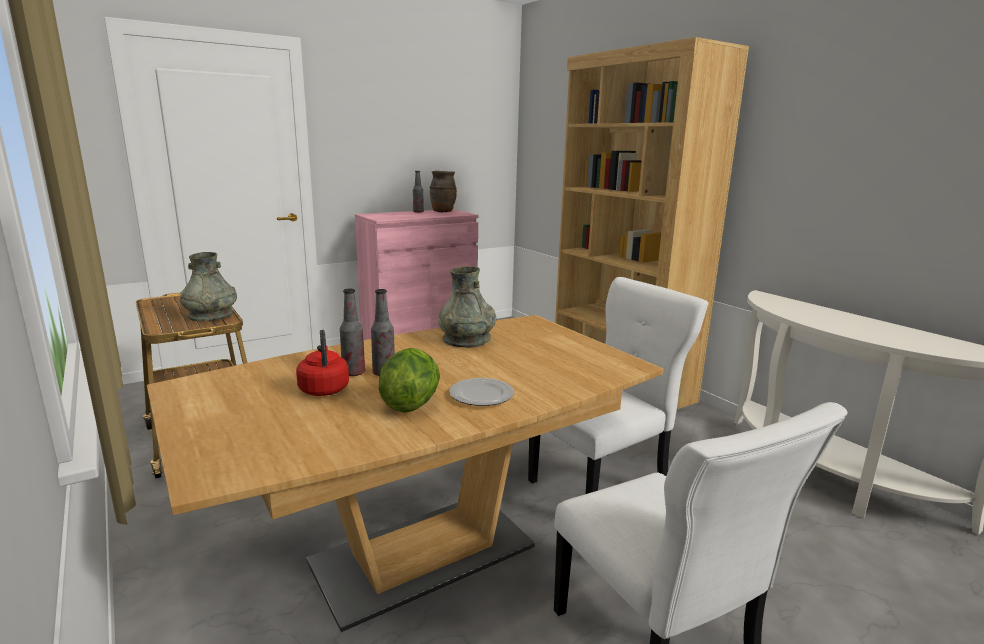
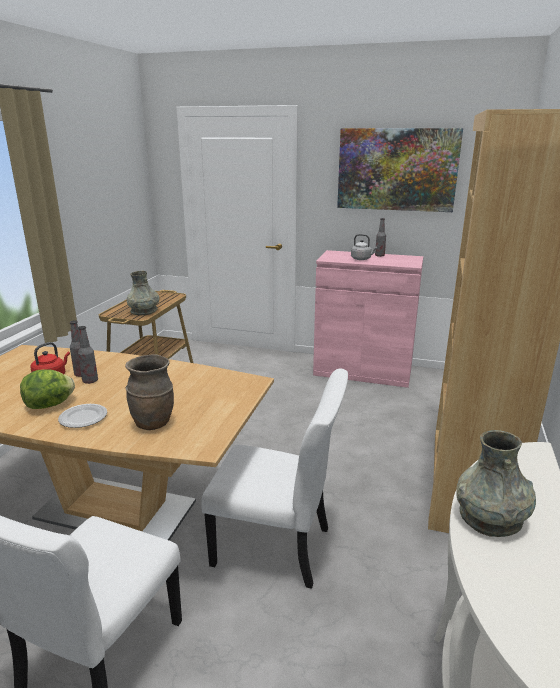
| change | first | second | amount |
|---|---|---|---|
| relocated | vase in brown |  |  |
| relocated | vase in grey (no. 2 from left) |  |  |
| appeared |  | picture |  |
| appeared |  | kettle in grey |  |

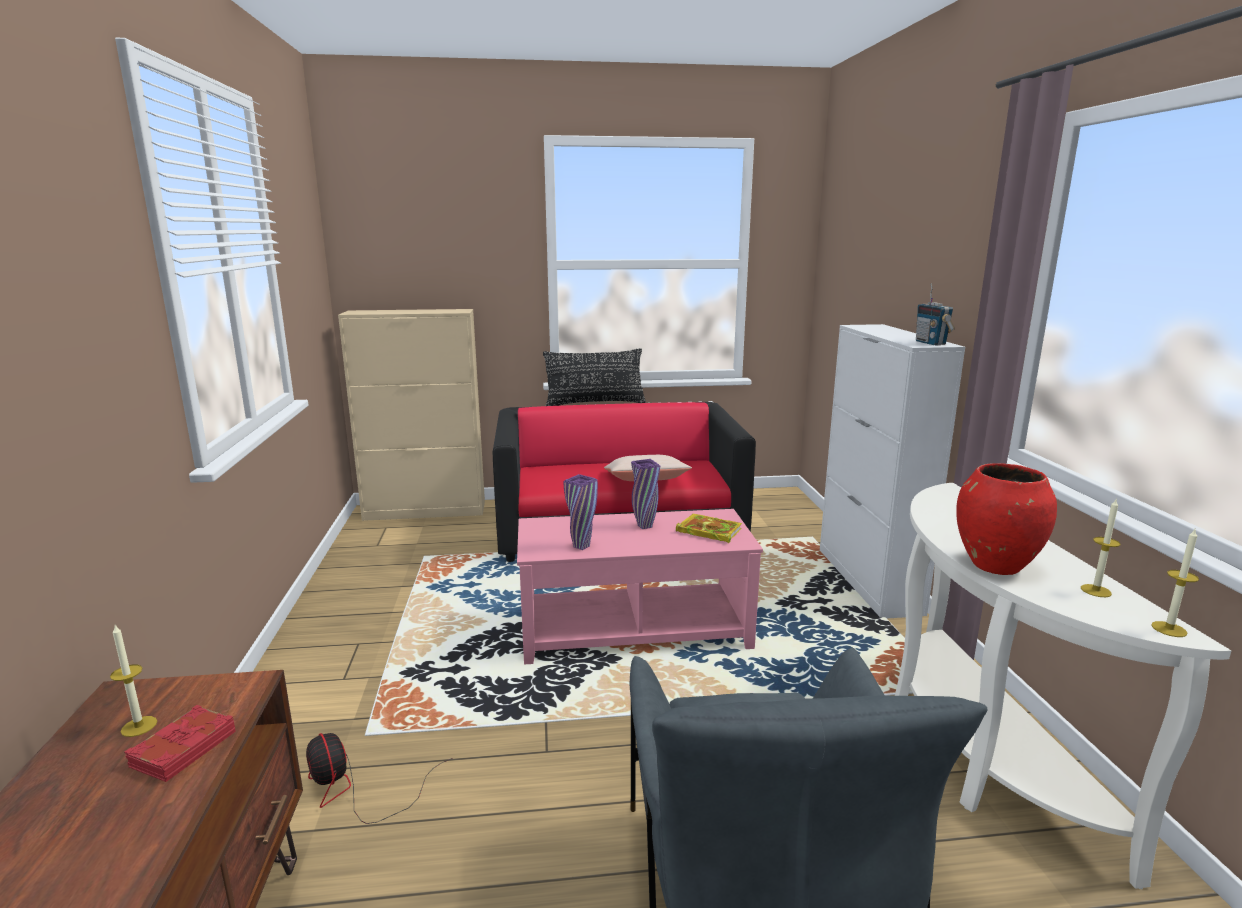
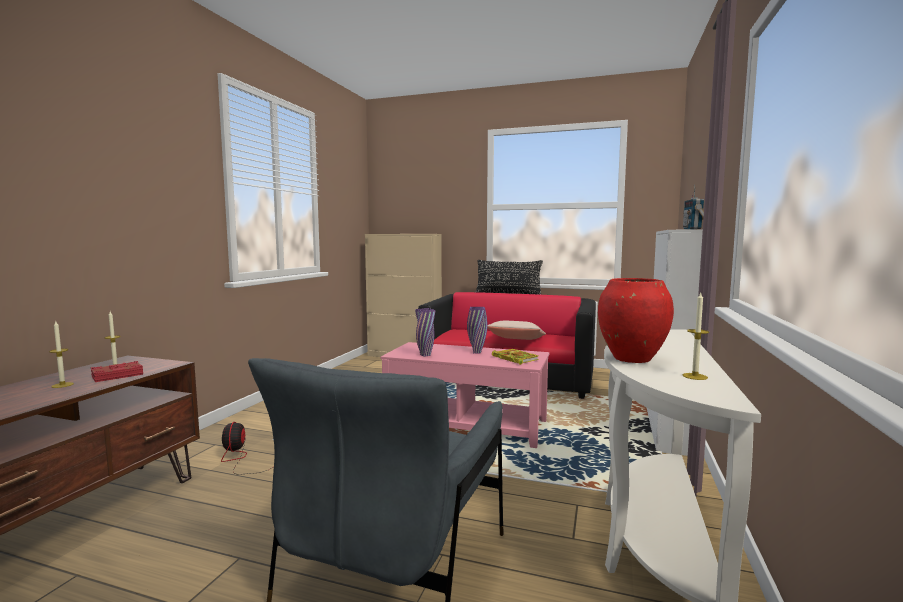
| change | first | second | amount |
|---|---|---|---|
| relocated | candle (no. 3 from left in the first image) | candle (no. 1 from left) |  |

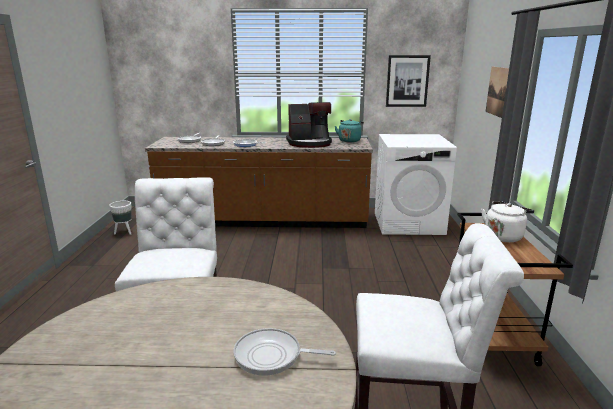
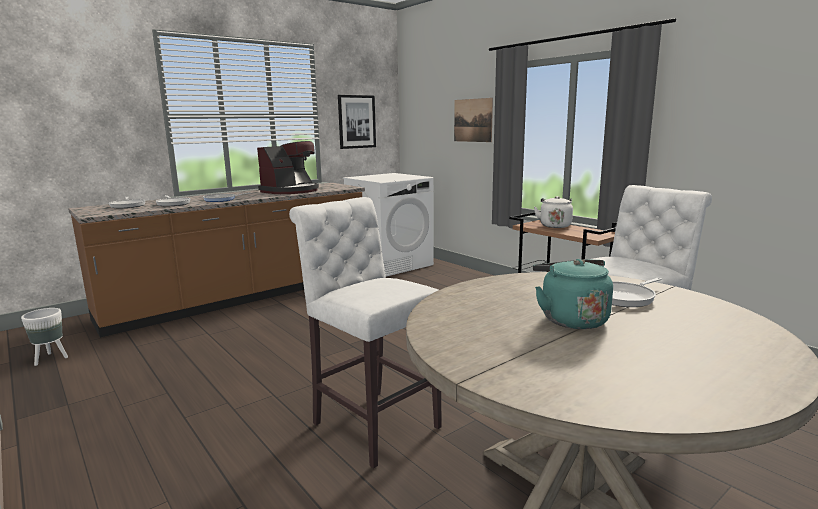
| change | first | second | amount |
|---|---|---|---|
| relocated | kettle in turquoise |  |  |

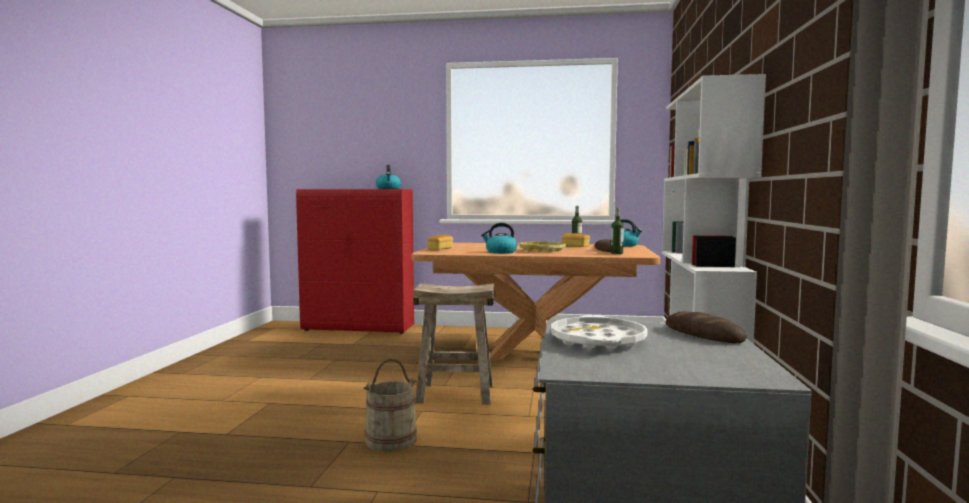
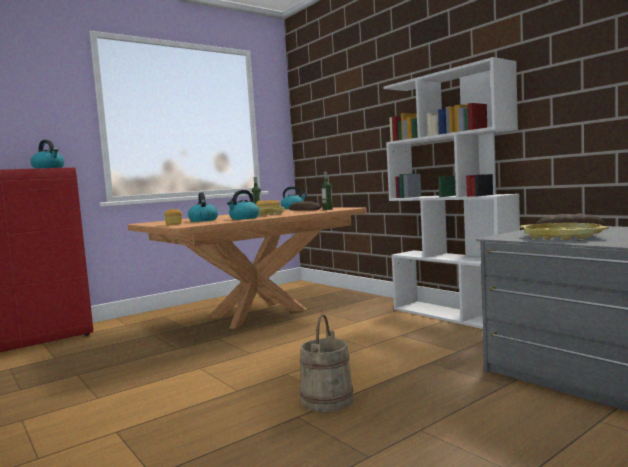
| change | first | second | amount |
|---|---|---|---|
| missing | stool in beige |  |  |
| colour | tray in white | tray in yellow (no. 2 from left) |  |
| appeared |  | kettle (no. 2 from left) |  |

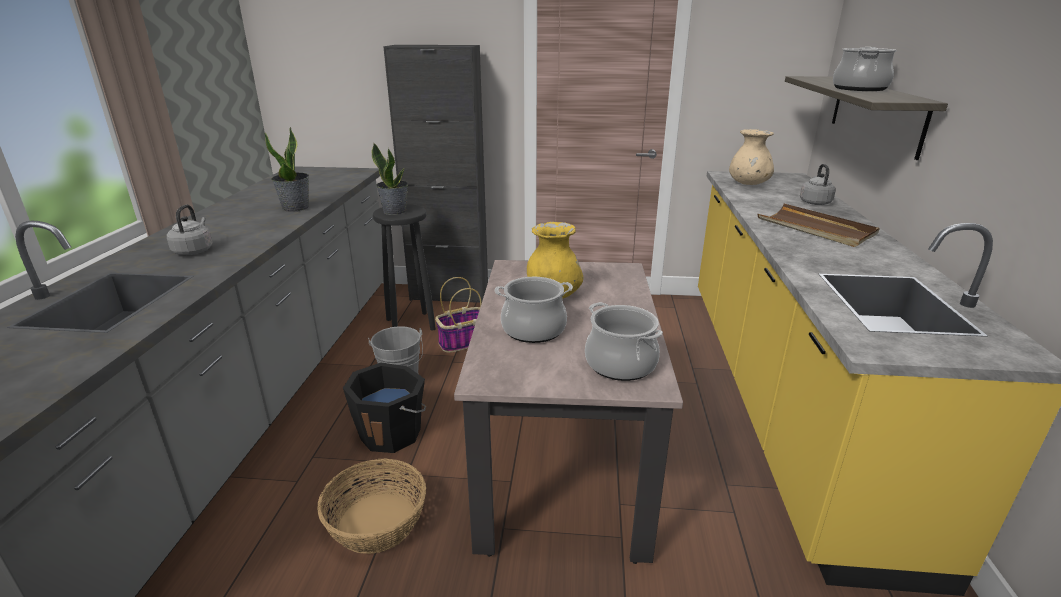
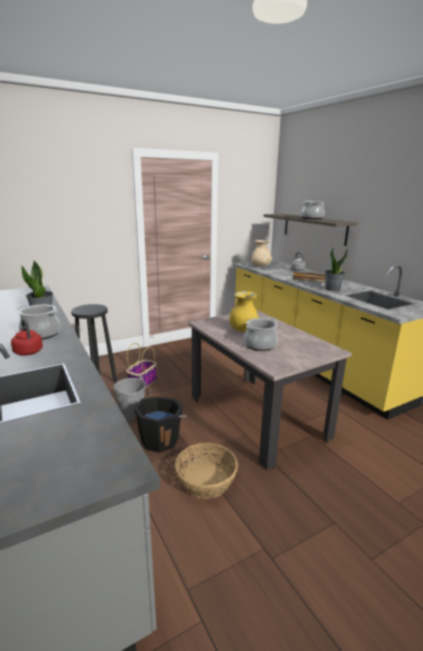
| change | first | second | amount |
|---|---|---|---|
| colour | kettle in grey (no. 1 from left) | kettle in red |  |
| relocated | potted plant (no. 2 from left) |  |  |
| missing | cabinet in black |  |  |
| relocated | cooking pot (no. 2 from left in the first image) | cooking pot (no. 1 from left) |  |

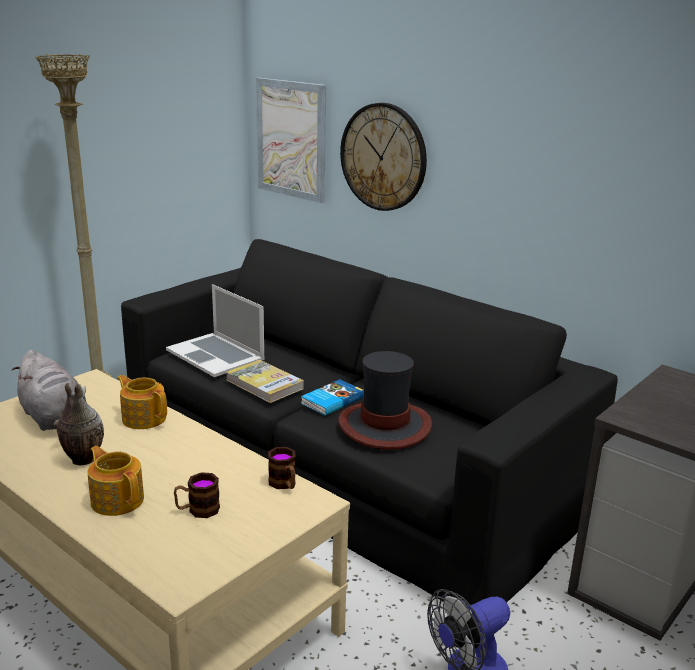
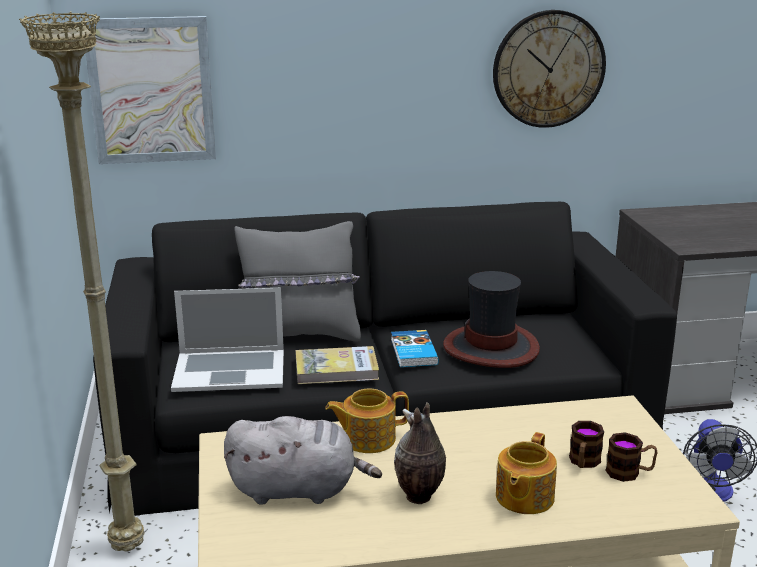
| change | first | second | amount |
|---|---|---|---|
| spun | teapot (no. 1 from left in the first image) | teapot (no. 2 from left) | 60 degrees counterclockwise |
| relocated | mug (no. 2 from left) |  |  |
| relocated | wall clock |  |  |
| appeared |  | pillow in grey |  |

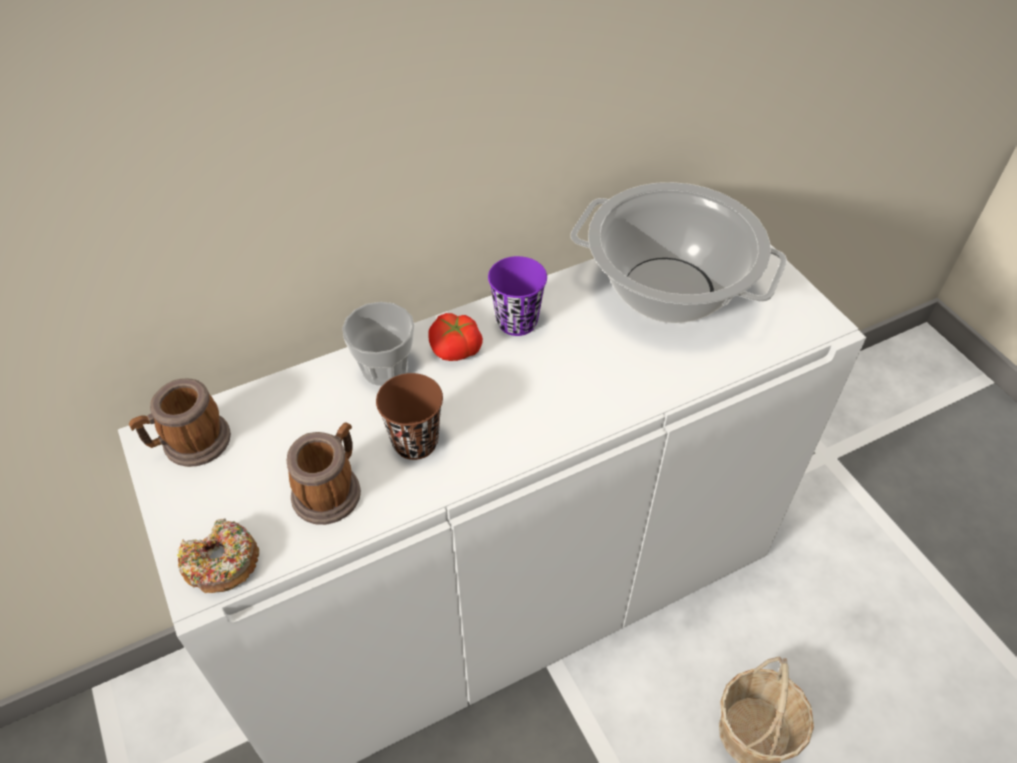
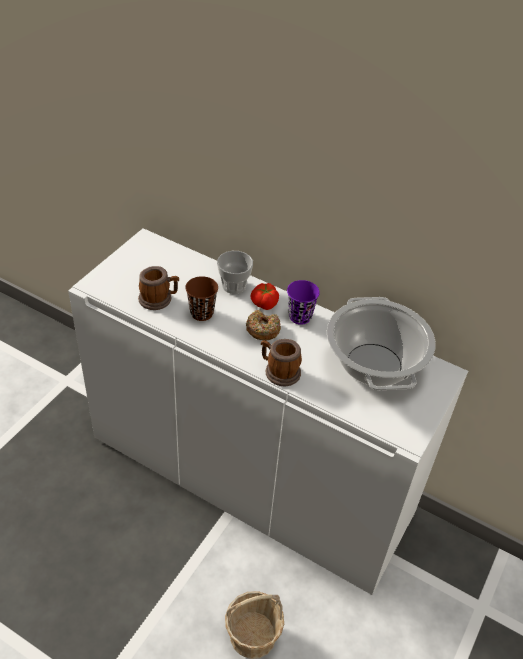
| change | first | second | amount |
|---|---|---|---|
| relocated | mug (no. 1 from left in the first image) | mug (no. 2 from left) |  |
| relocated | donut |  |  |

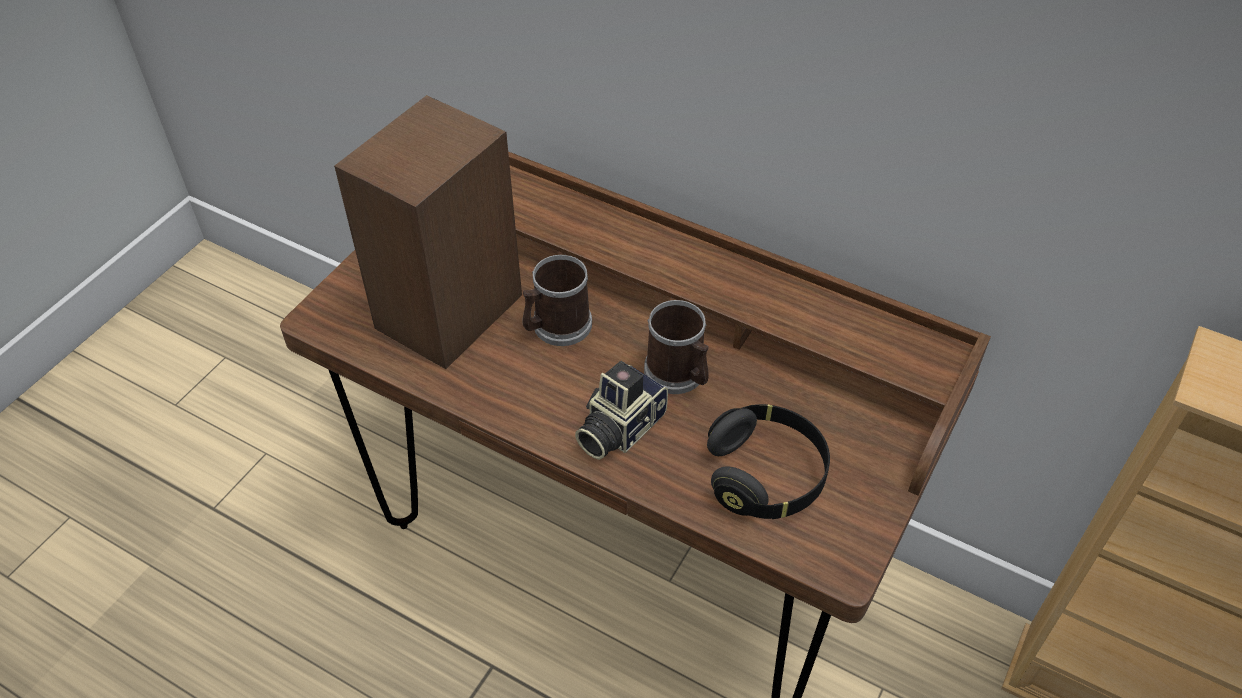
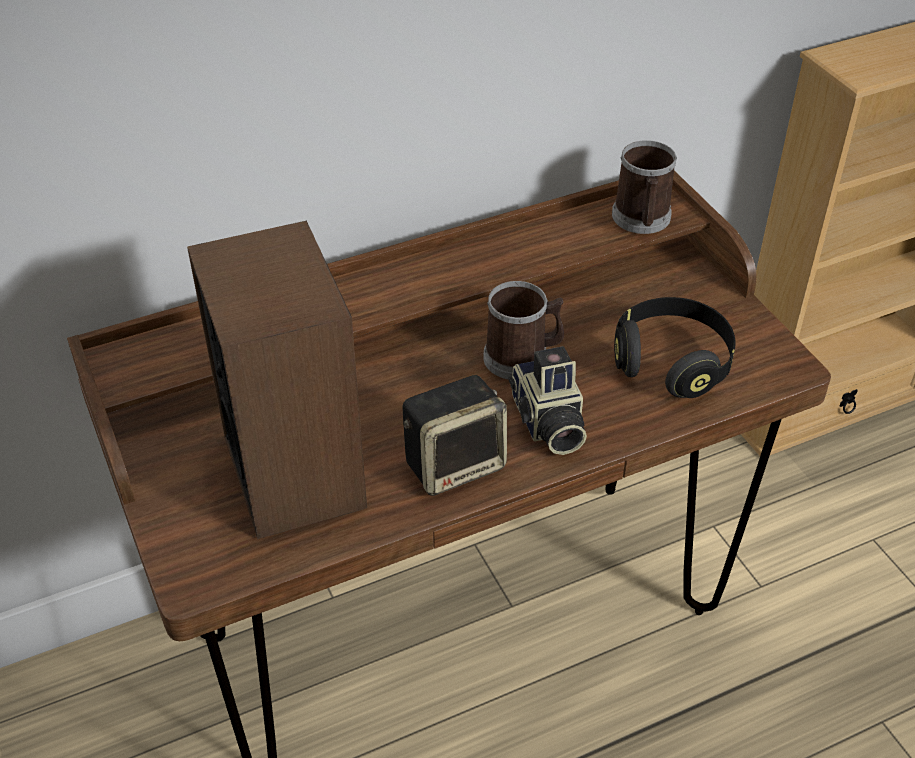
| change | first | second | amount |
|---|---|---|---|
| relocated | mug (no. 1 from left in the first image) | mug (no. 2 from left) |  |
| appeared |  | speaker (no. 2 from left) |  |

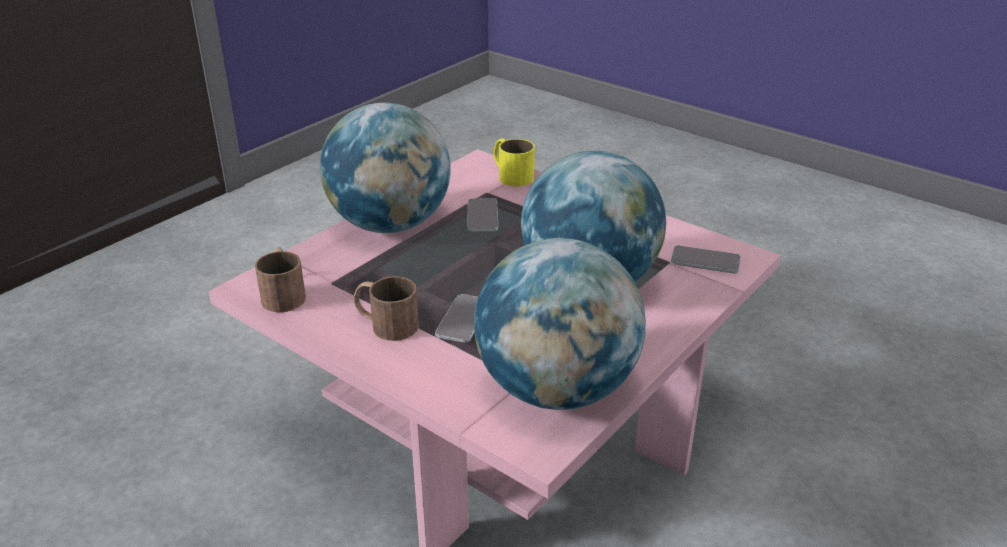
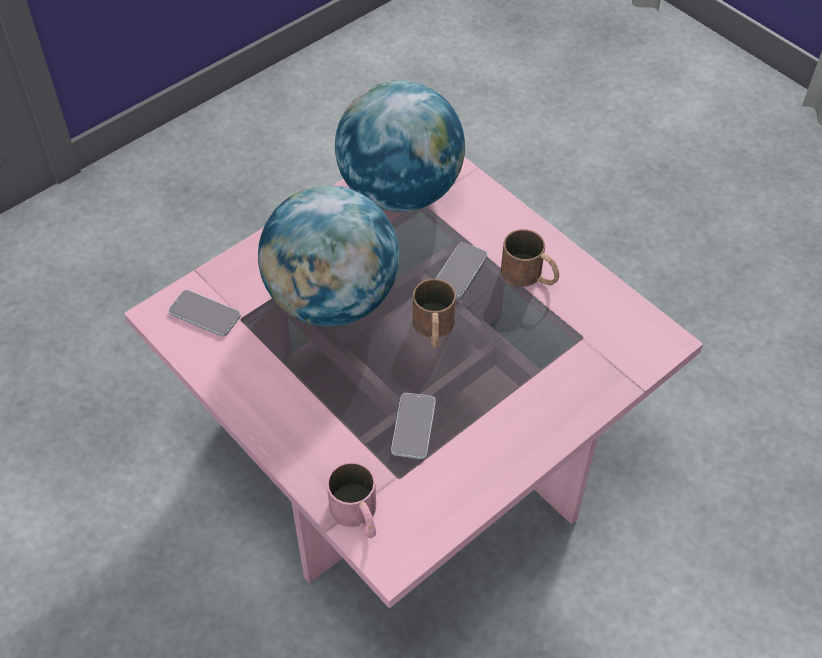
| change | first | second | amount |
|---|---|---|---|
| relocated | mug in brown (no. 1 from left) |  |  |
| missing | globe (no. 1 from left) |  |  |
| colour | mug in yellow | mug in pink |  |

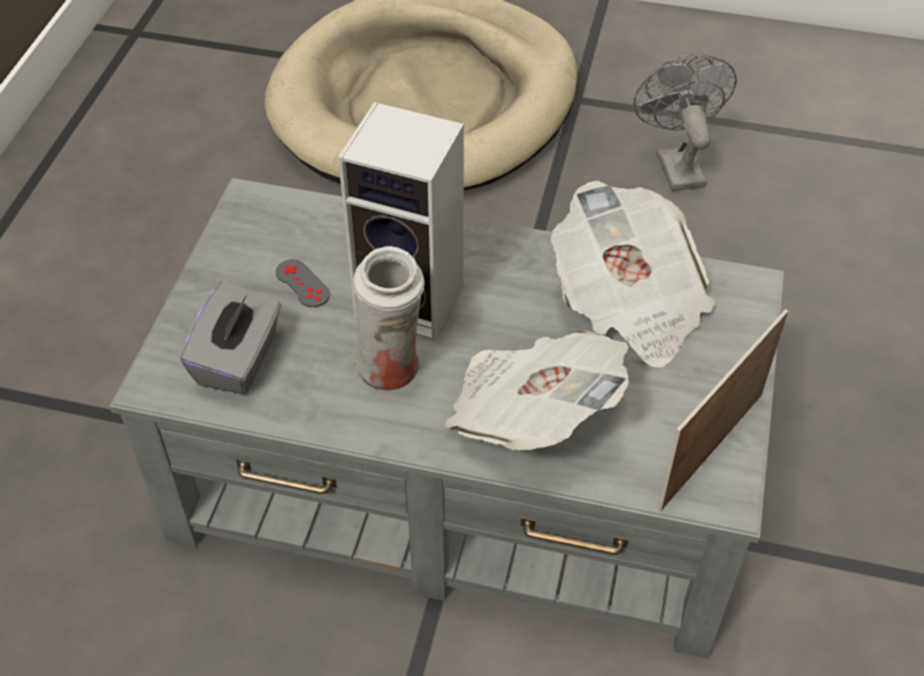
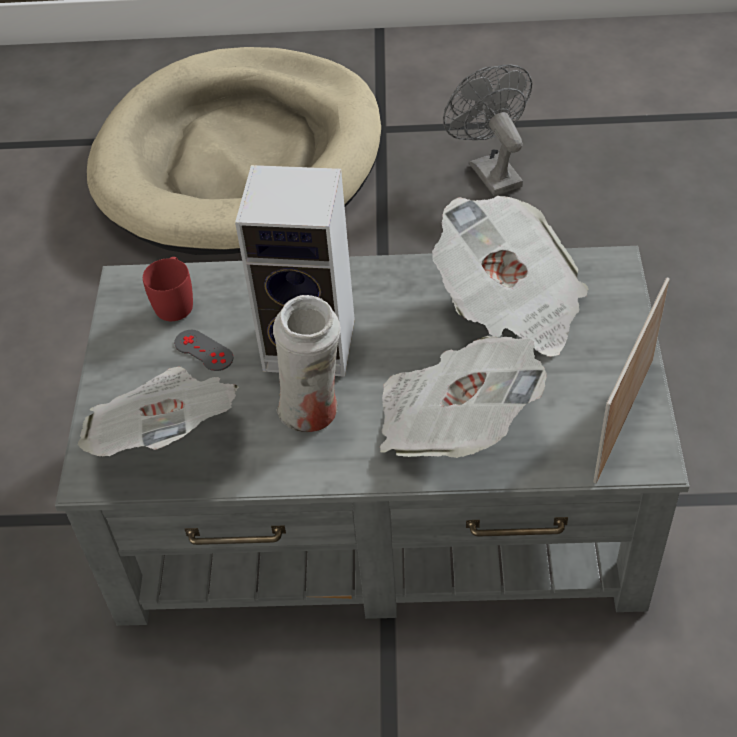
| change | first | second | amount |
|---|---|---|---|
| exchanged | tissue box in grey | newspaper (no. 1 from left) |  |
| appeared |  | mug in red |  |

